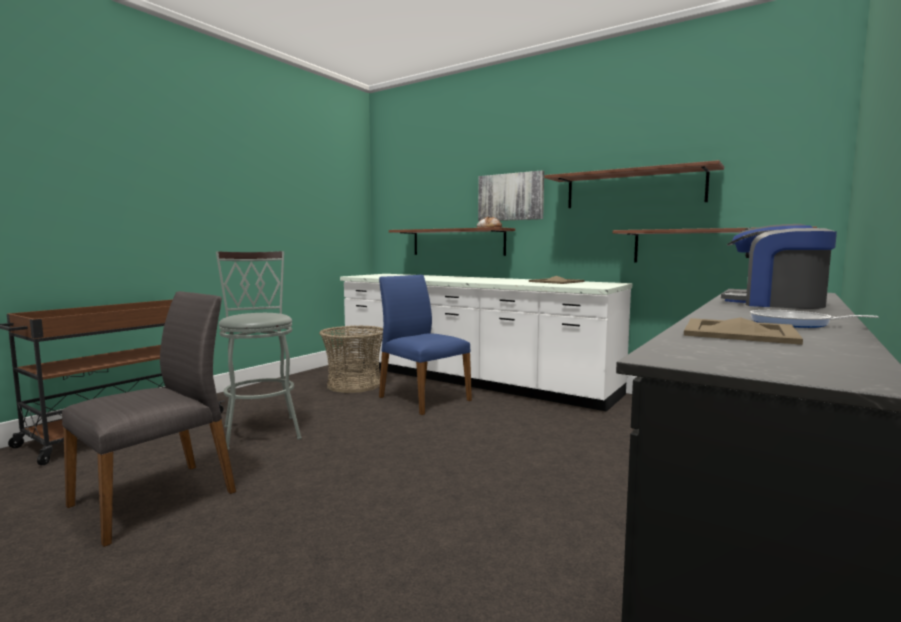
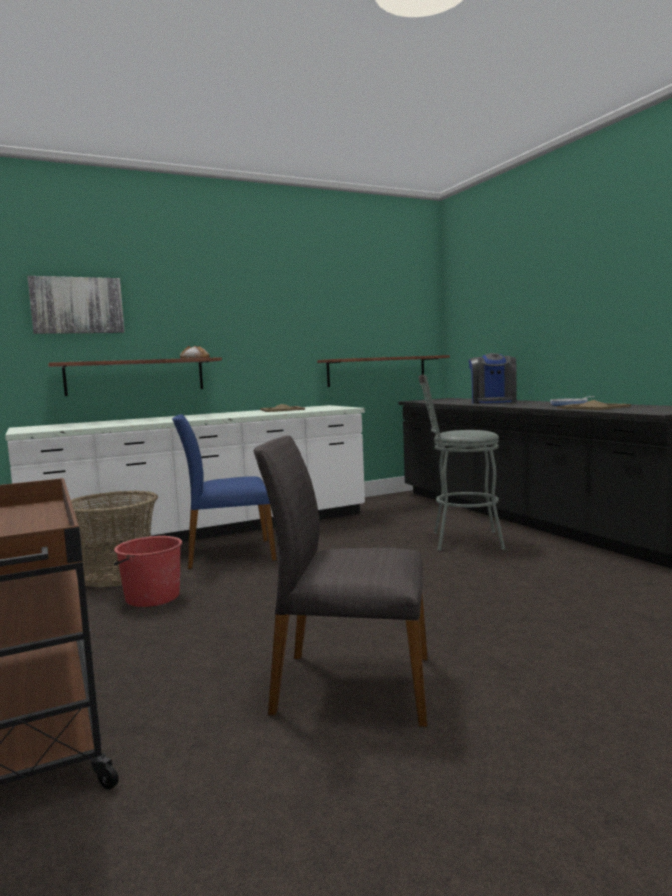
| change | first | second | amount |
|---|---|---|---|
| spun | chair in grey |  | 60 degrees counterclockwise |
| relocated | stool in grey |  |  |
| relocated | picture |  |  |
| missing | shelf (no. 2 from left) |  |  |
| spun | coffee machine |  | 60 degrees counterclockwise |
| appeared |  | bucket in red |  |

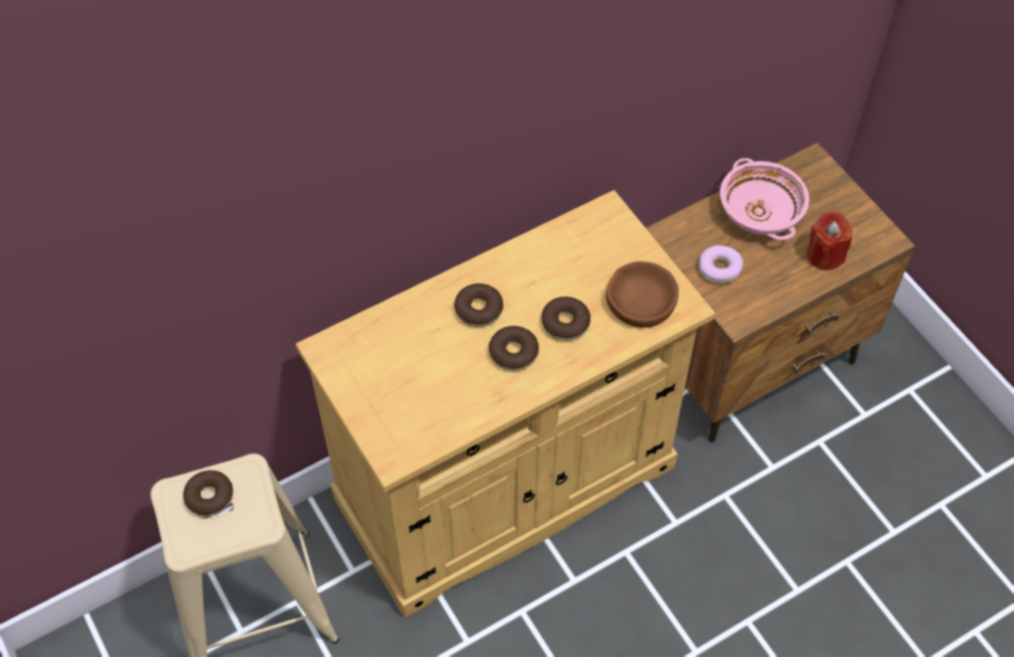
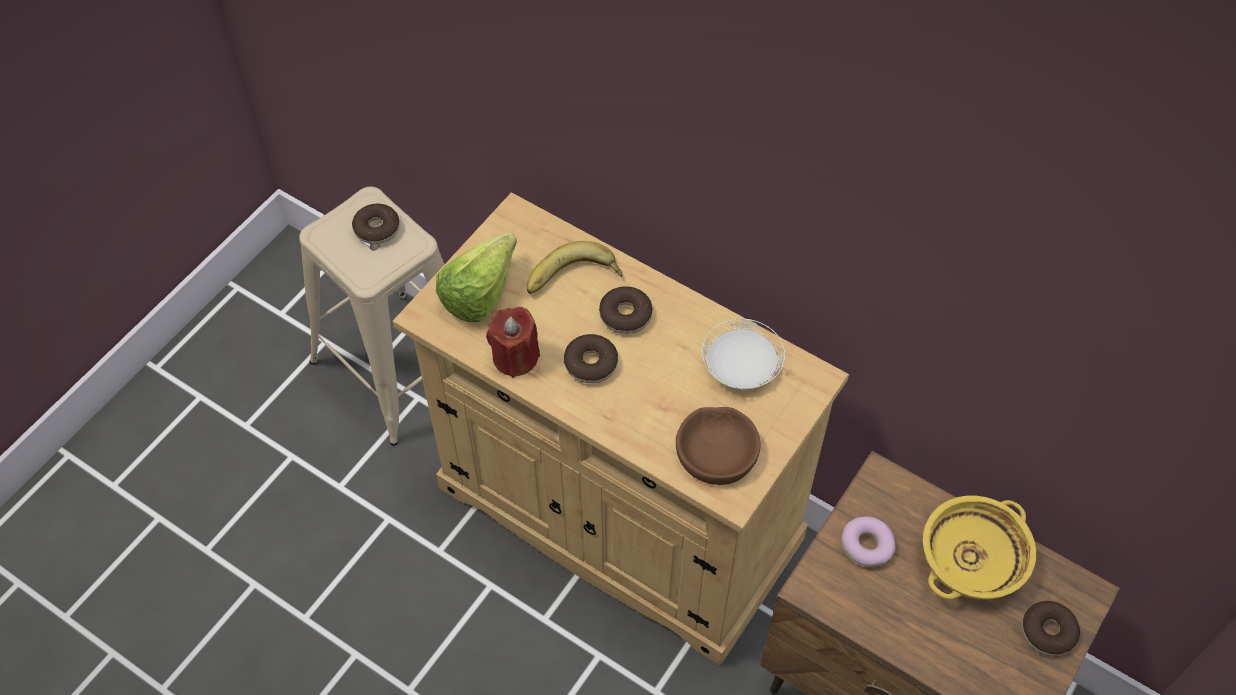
| change | first | second | amount |
|---|---|---|---|
| relocated | donut (no. 4 from left in the first image) | donut (no. 5 from left) |  |
| colour | bowl in pink | bowl in yellow |  |
| relocated | candle in red |  |  |
| appeared |  | lettuce |  |
| appeared |  | banana |  |
| appeared |  | plate in white |  |

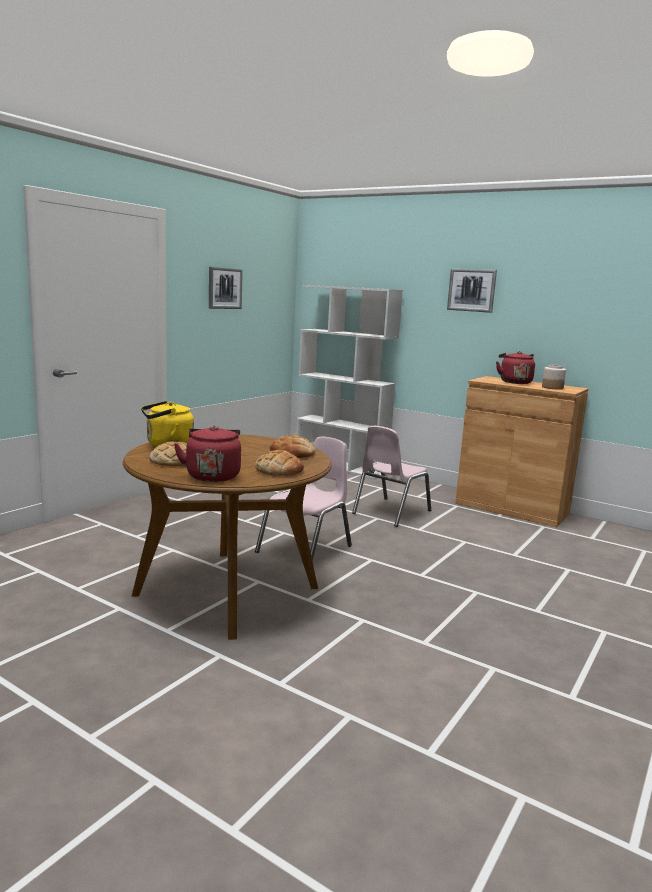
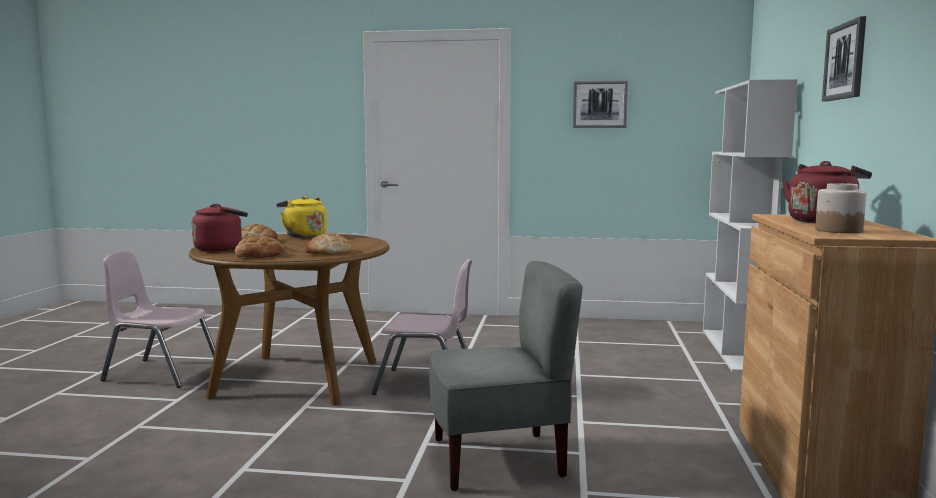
| change | first | second | amount |
|---|---|---|---|
| relocated | chair in pink (no. 2 from left in the first image) | chair in pink (no. 1 from left) |  |
| appeared |  | chair in grey |  |

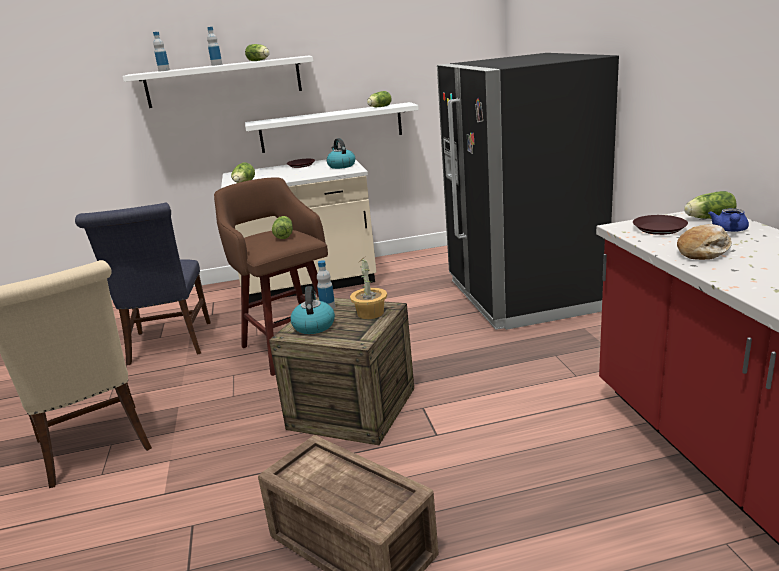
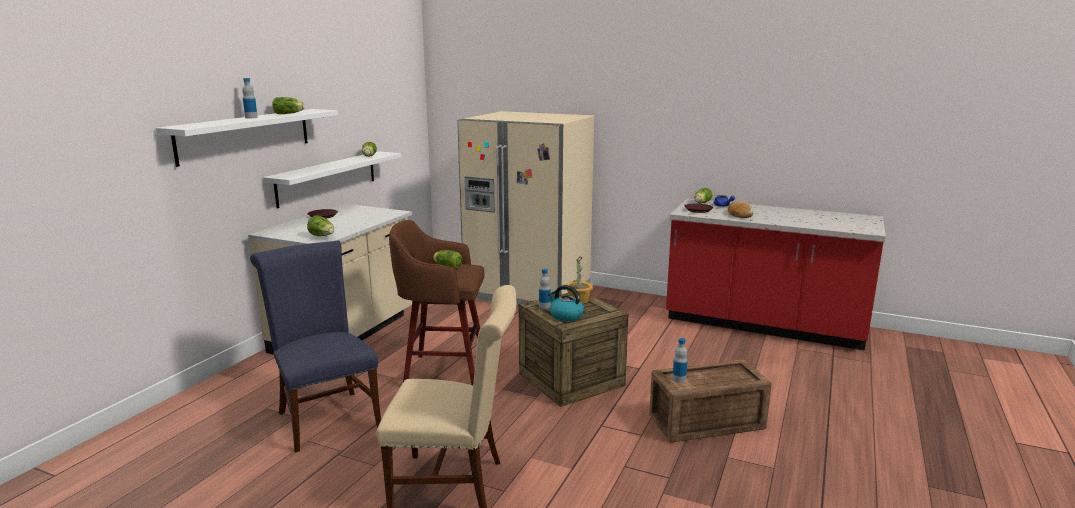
| change | first | second | amount |
|---|---|---|---|
| spun | chair in blue |  | 150 degrees counterclockwise |
| relocated | bottle (no. 1 from left in the first image) | bottle (no. 3 from left) |  |
| missing | kettle (no. 2 from left) |  |  |
| colour | fridge in black | fridge in beige |  |

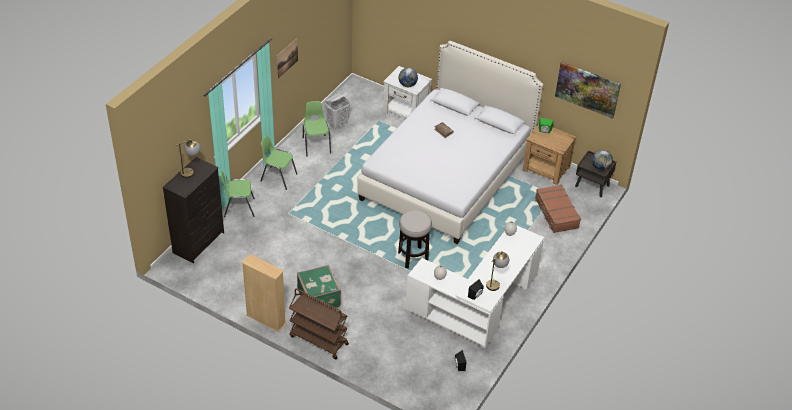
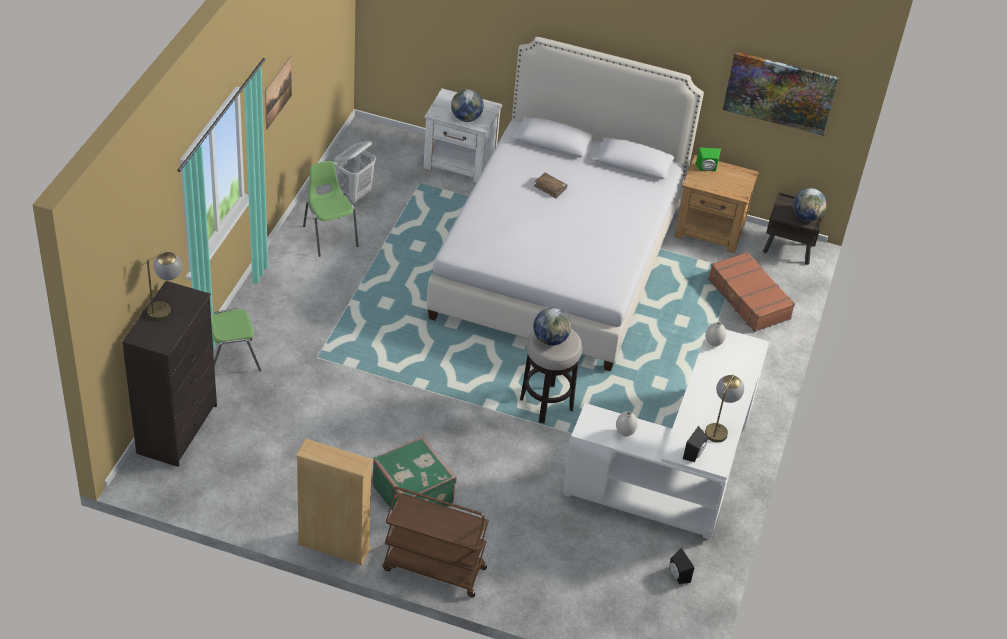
| change | first | second | amount |
|---|---|---|---|
| missing | chair in green (no. 2 from left) |  |  |
| appeared |  | globe (no. 2 from left) |  |

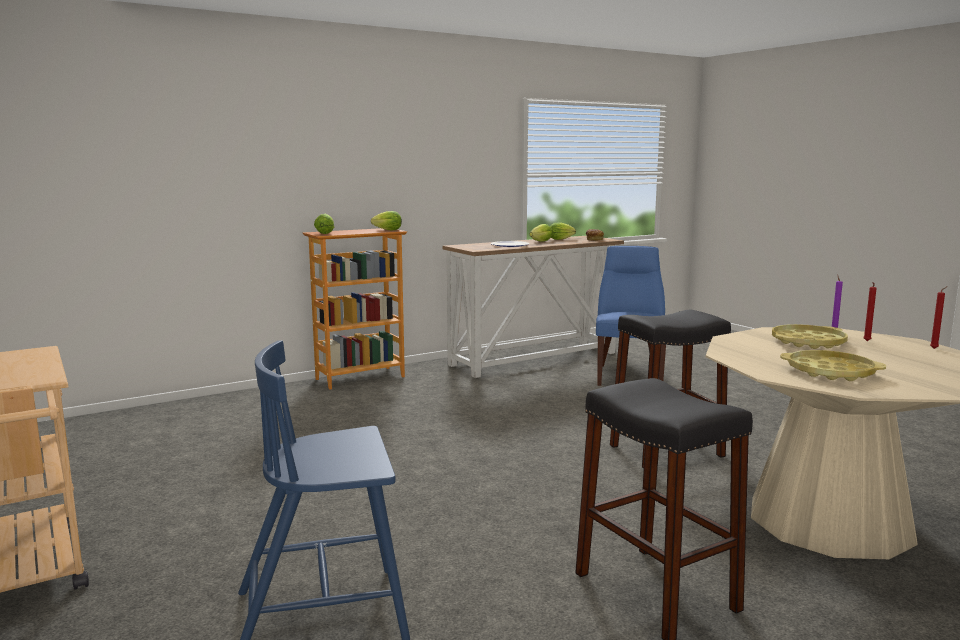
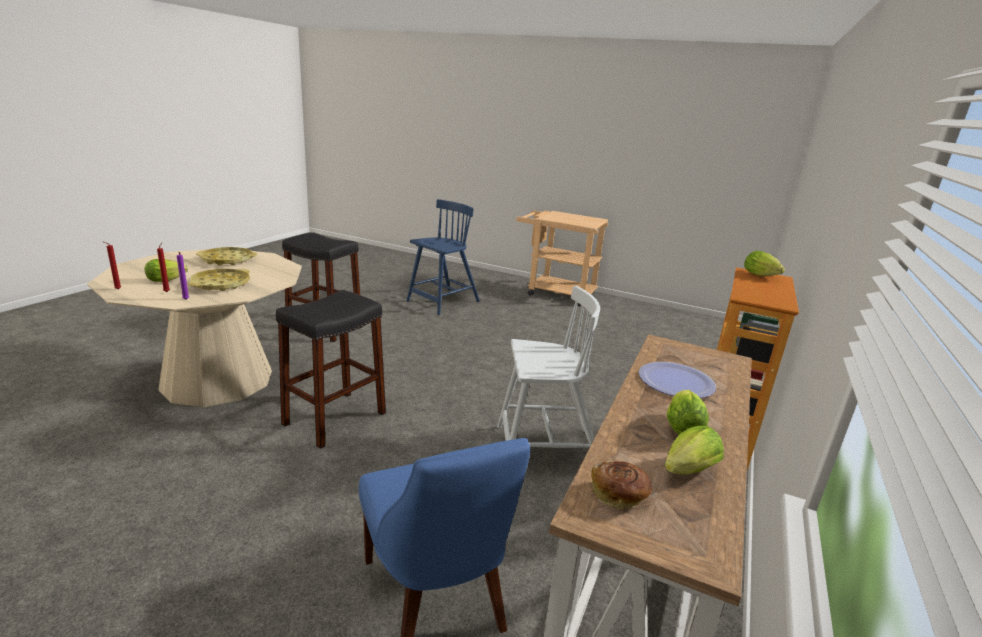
| change | first | second | amount |
|---|---|---|---|
| relocated | lettuce (no. 2 from left in the first image) | lettuce (no. 1 from left) |  |
| appeared |  | chair in white |  |

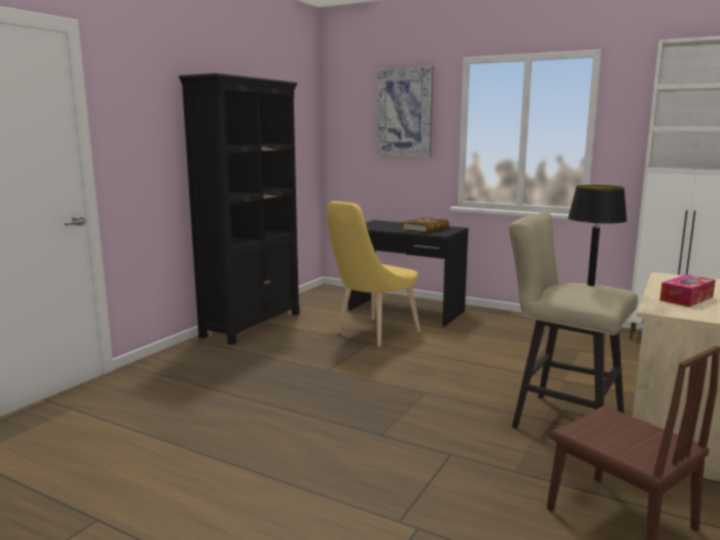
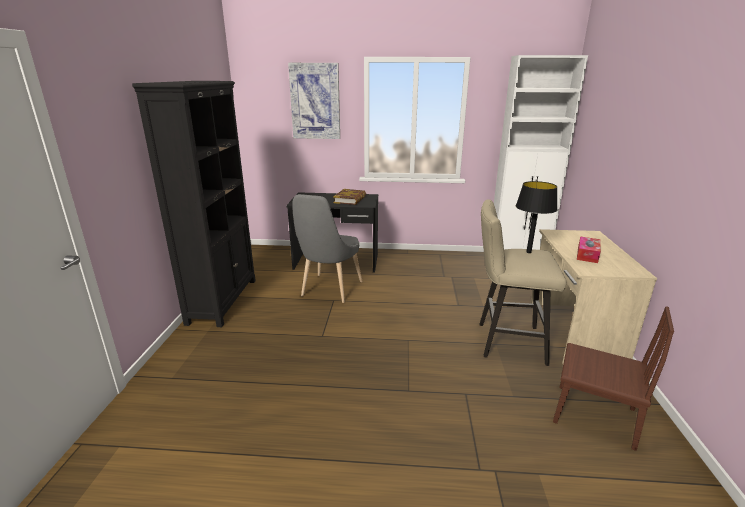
| change | first | second | amount |
|---|---|---|---|
| colour | chair in yellow | chair in grey |  |

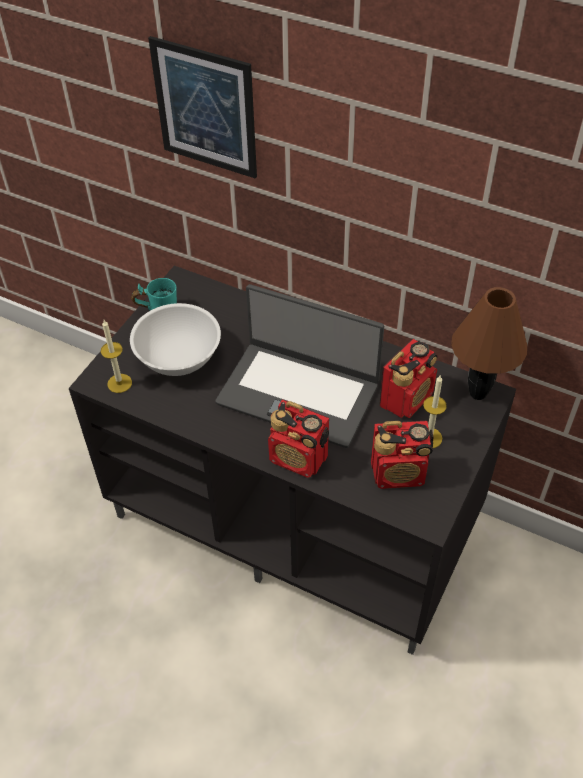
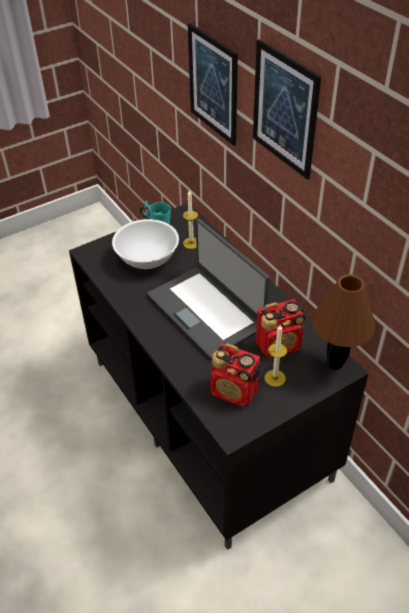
| change | first | second | amount |
|---|---|---|---|
| relocated | candle (no. 1 from left) |  |  |
| missing | radio (no. 1 from left) |  |  |
| appeared |  | picture (no. 2 from left) |  |

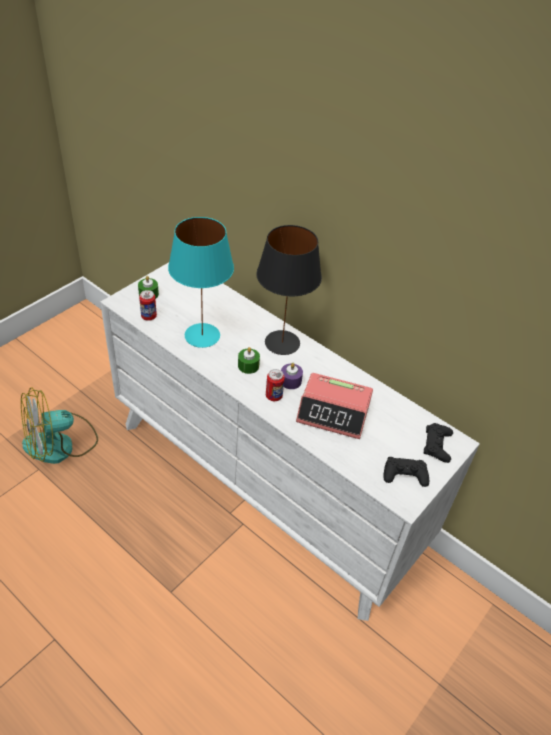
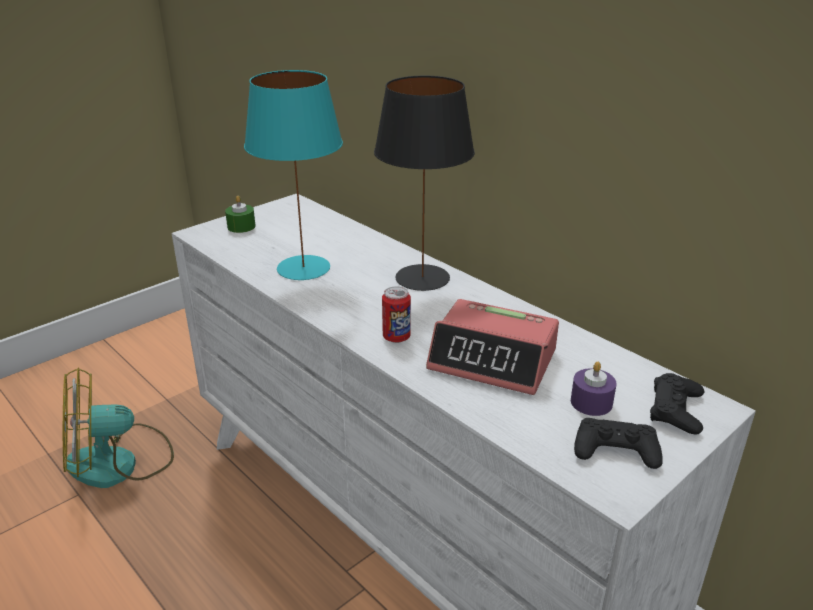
| change | first | second | amount |
|---|---|---|---|
| missing | can (no. 1 from left) |  |  |
| missing | candle in green (no. 2 from left) |  |  |
| relocated | candle in purple |  |  |

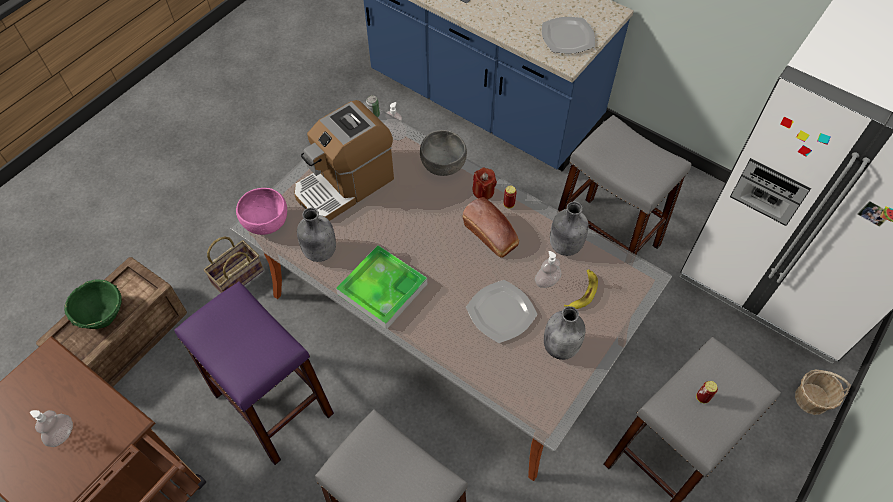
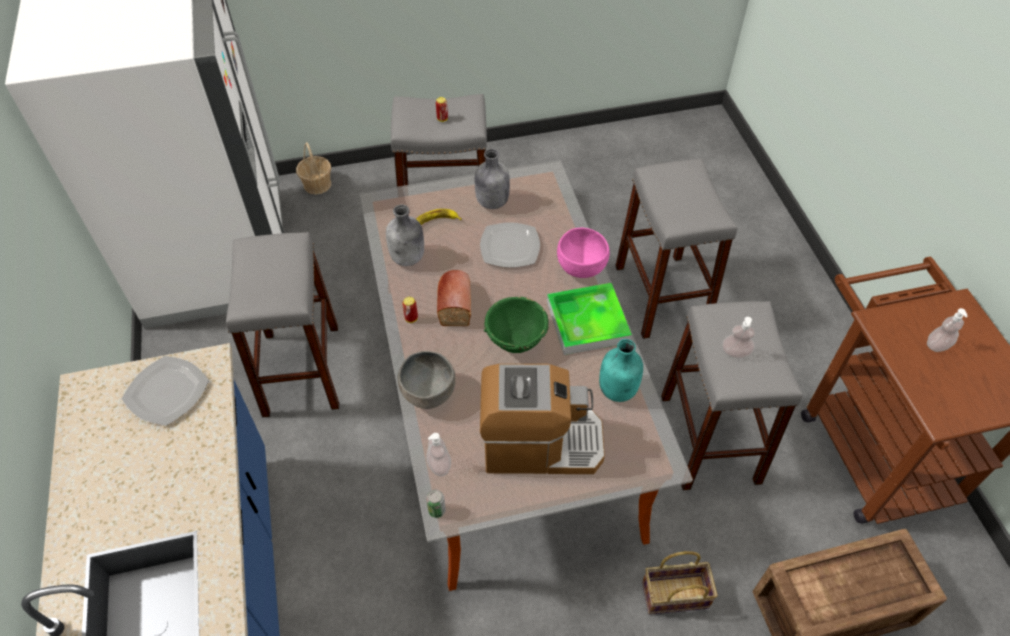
| change | first | second | amount |
|---|---|---|---|
| relocated | bowl in green |  |  |
| colour | stool in purple | stool in grey (no. 4 from left) |  |
| relocated | bowl in pink |  |  |
| colour | bottle in grey (no. 1 from left) | bottle in turquoise |  |
| missing | candle in red |  |  |
| relocated | soap dispenser (no. 3 from left in the first image) | soap dispenser (no. 2 from left) |  |

